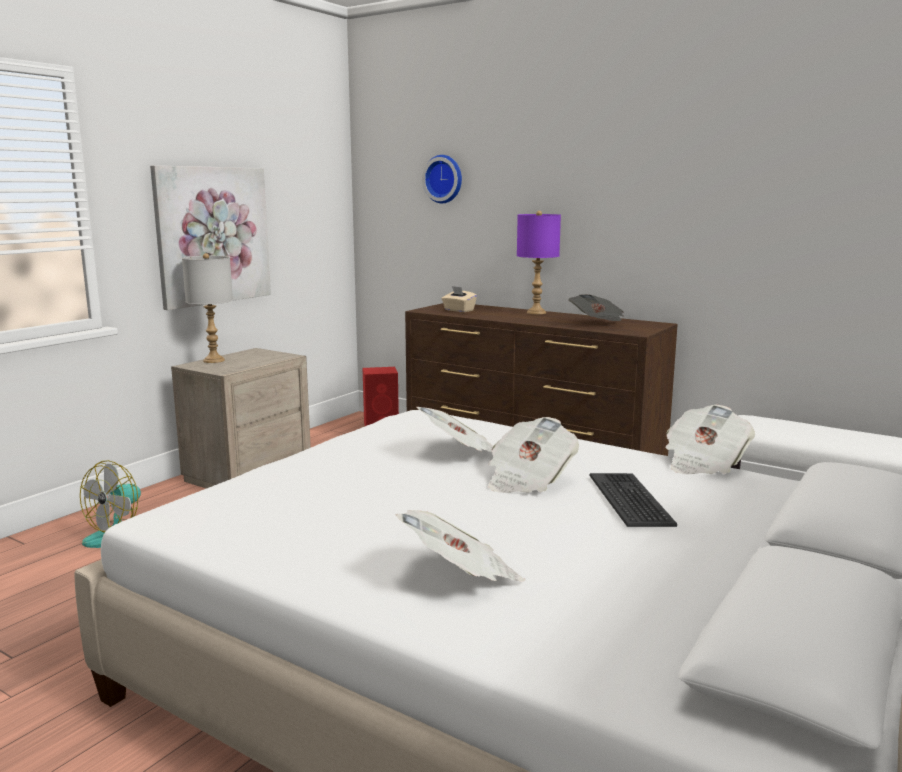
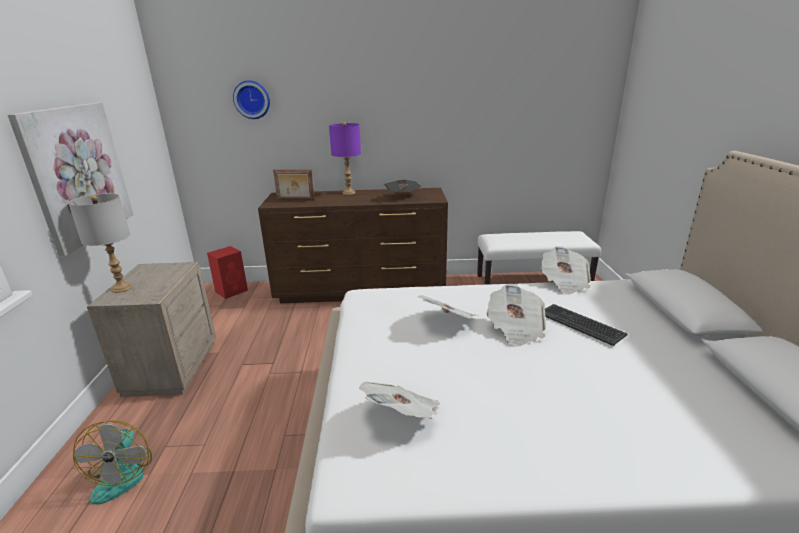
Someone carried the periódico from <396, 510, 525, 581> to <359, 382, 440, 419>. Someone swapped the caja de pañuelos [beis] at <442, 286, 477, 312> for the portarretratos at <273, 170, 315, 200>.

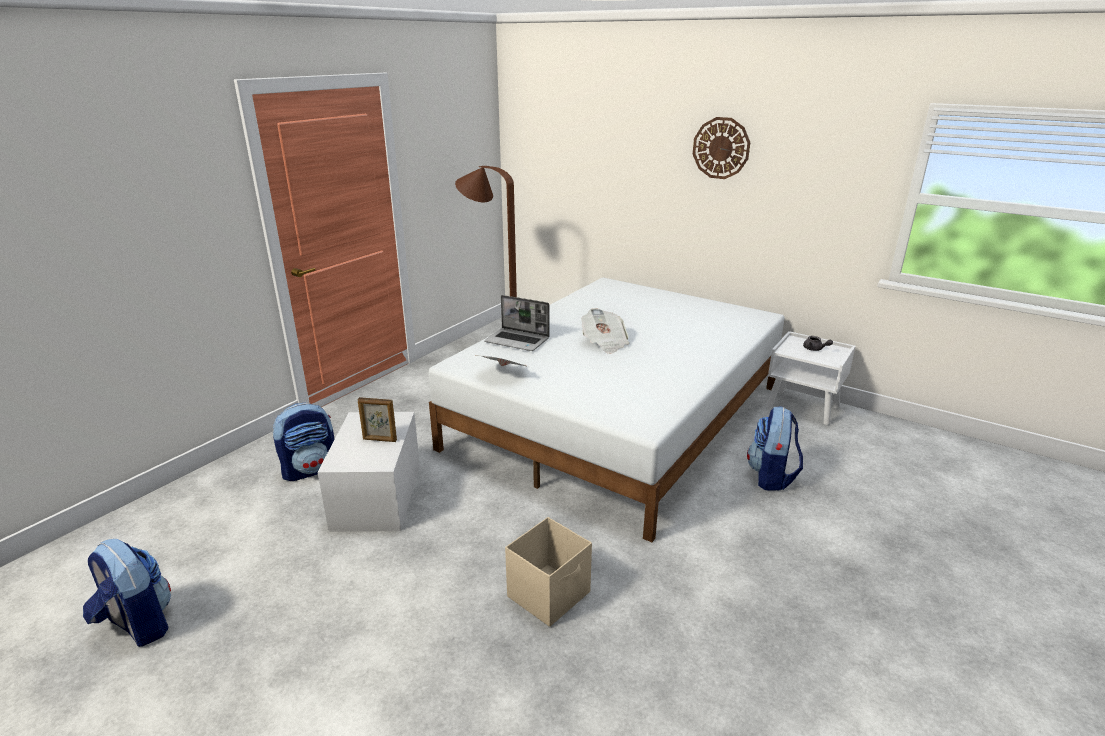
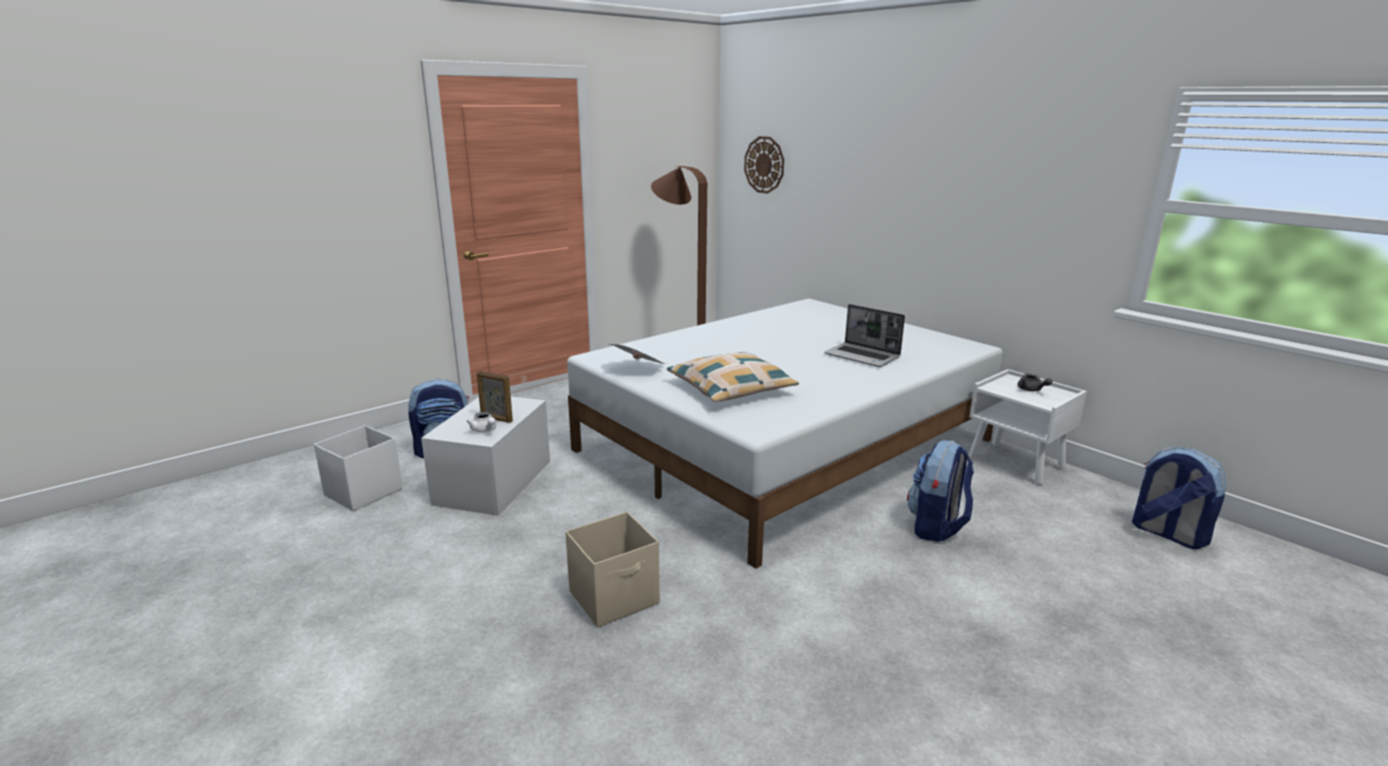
Someone carried the mochila from <83, 539, 171, 647> to <1132, 447, 1226, 549>. Someone carried the portátil from <484, 295, 549, 351> to <824, 304, 905, 367>. Someone took away the periódico at <581, 308, 630, 354>. Someone carried the reloj de pared from <693, 117, 750, 179> to <744, 136, 784, 194>. Someone put down the caja de almacenaje [blanco] at <314, 425, 403, 511>. Someone put down the tetera [blanco] at <467, 412, 496, 432>. Someone put down the cojín at <667, 352, 799, 402>.

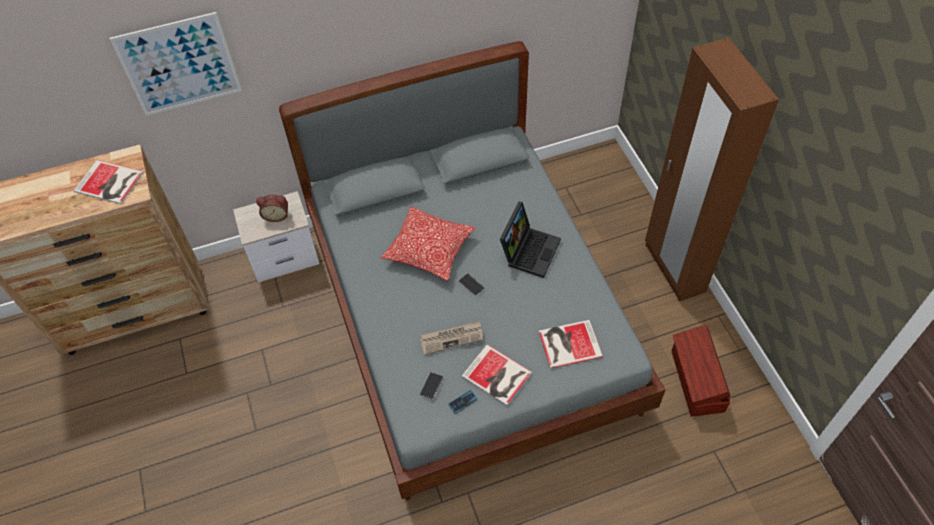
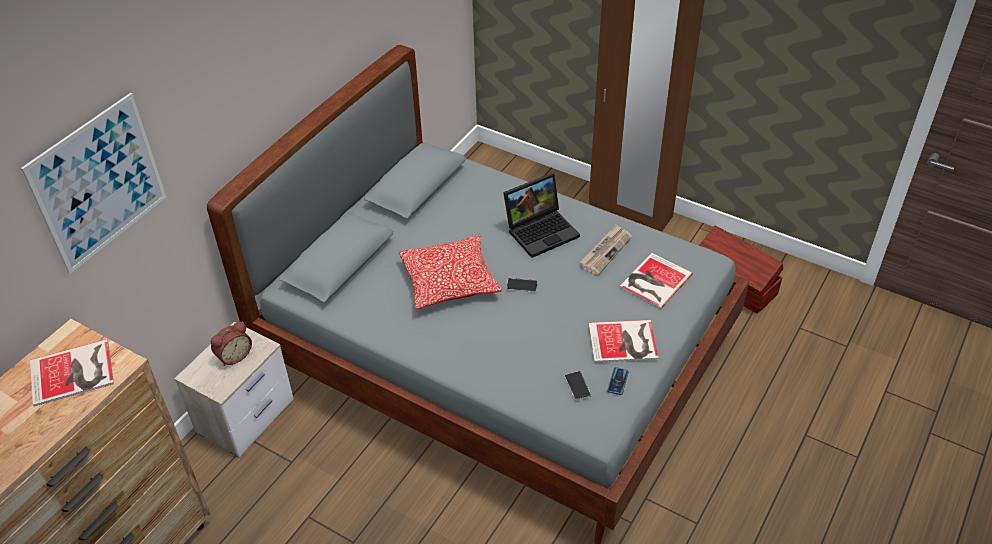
Someone carried the periódico from <420, 321, 483, 355> to <580, 225, 632, 275>. Someone rotated the portátil at <500, 201, 561, 278> by 75 degrees clockwise.

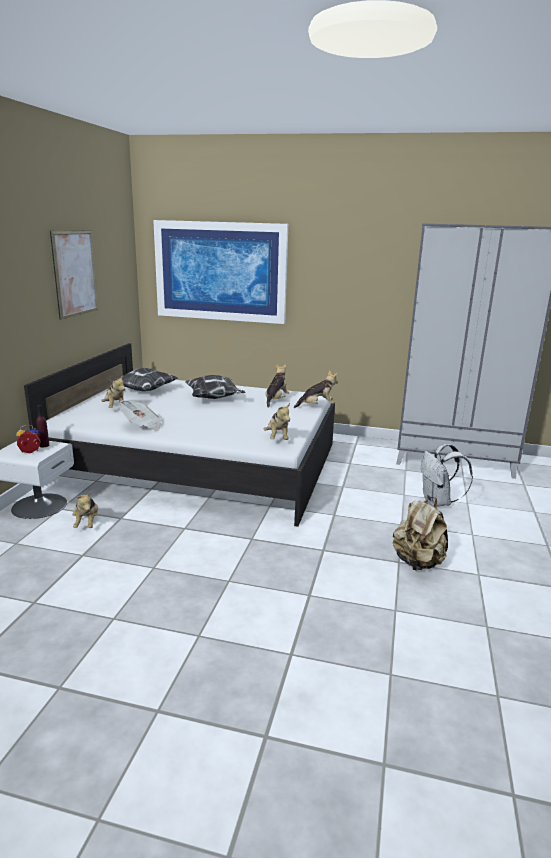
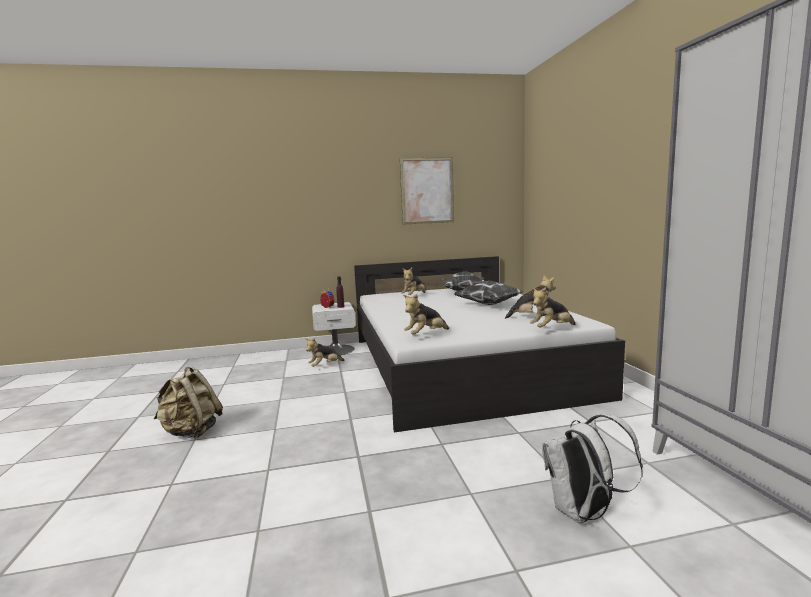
Someone took away the periódico at <120, 400, 162, 431>. Someone took away the cuadro at <153, 220, 288, 324>. Someone rotated the peluche at <294, 370, 338, 408> by 105 degrees clockwise. Someone carried the mochila [beis] from <393, 497, 448, 571> to <154, 367, 223, 439>.

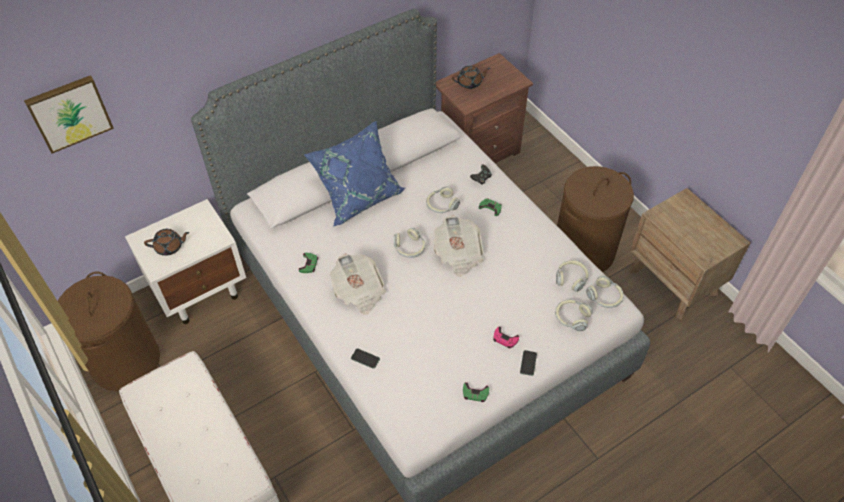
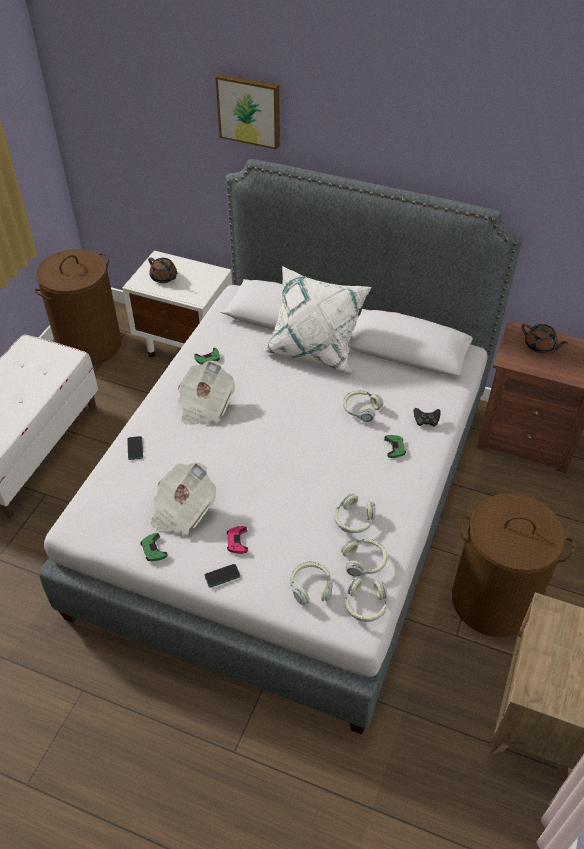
Someone carried the cuadro from <24, 75, 114, 154> to <215, 74, 280, 150>. Someone repainted the cojín [azul] at <304, 121, 405, 227>, which became the cojín [blanco] at <261, 266, 372, 372>. Someone carried the auriculares from <394, 228, 425, 258> to <334, 493, 376, 533>. Someone carried the periódico from <434, 215, 484, 277> to <151, 463, 216, 535>.

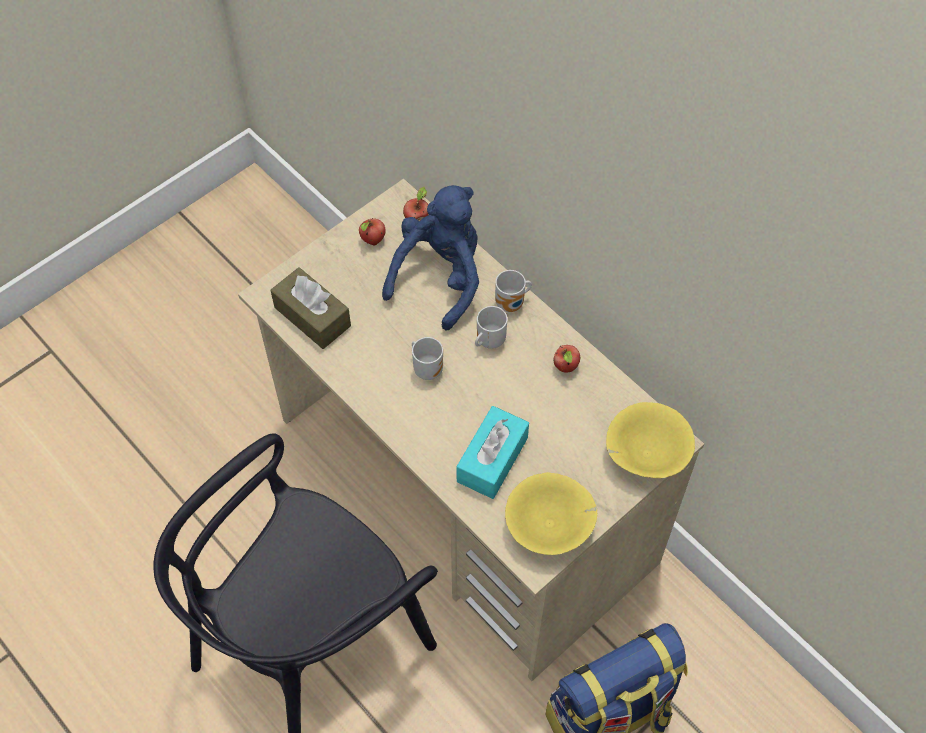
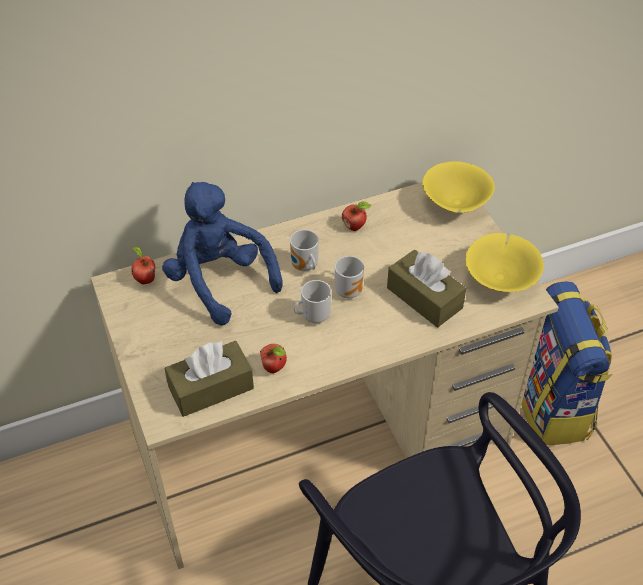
Someone carried the manzana from <359, 218, 385, 245> to <260, 344, 287, 373>. Someone repainted the caja de pañuelos [turquesa] at <456, 406, 529, 499>, which became the caja de pañuelos [marrón] at <387, 250, 466, 327>. Someone carried the taza grande from <495, 270, 532, 312> to <335, 256, 364, 298>.

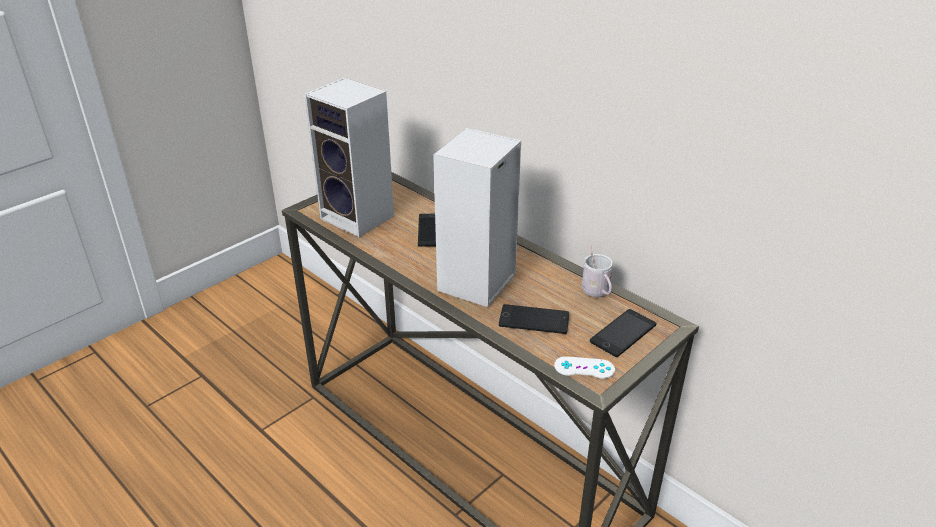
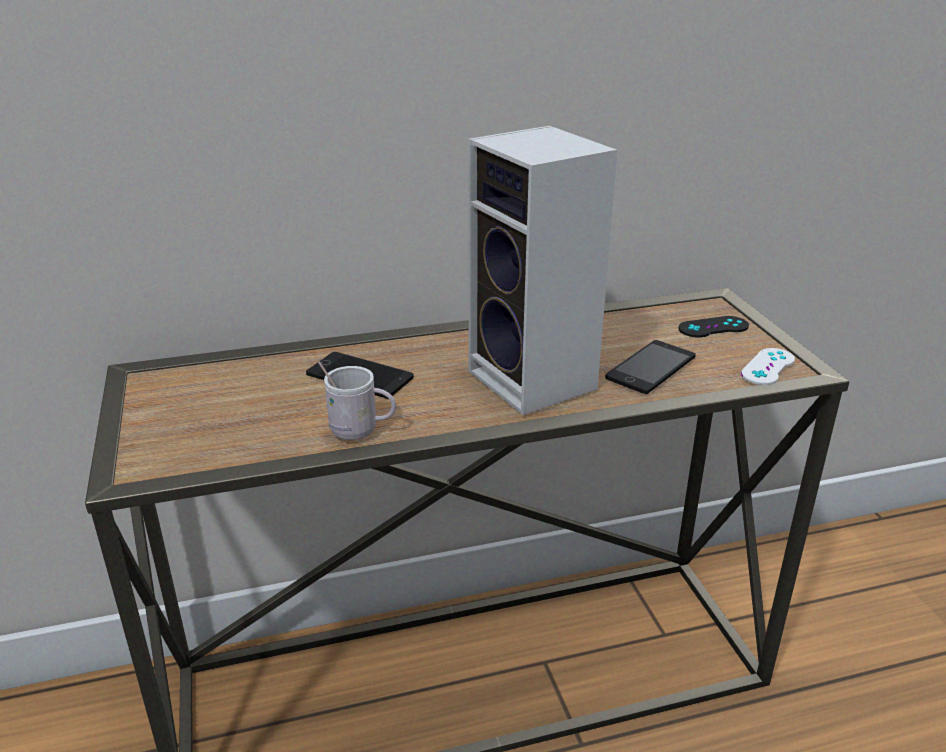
Someone took away the altavoz at <304, 78, 394, 237>. Someone carried the taza grande [blanco] from <582, 245, 613, 297> to <318, 361, 396, 440>. Someone swapped the móvil at <590, 309, 656, 357> for the mando de consola [negro] at <678, 316, 749, 338>.

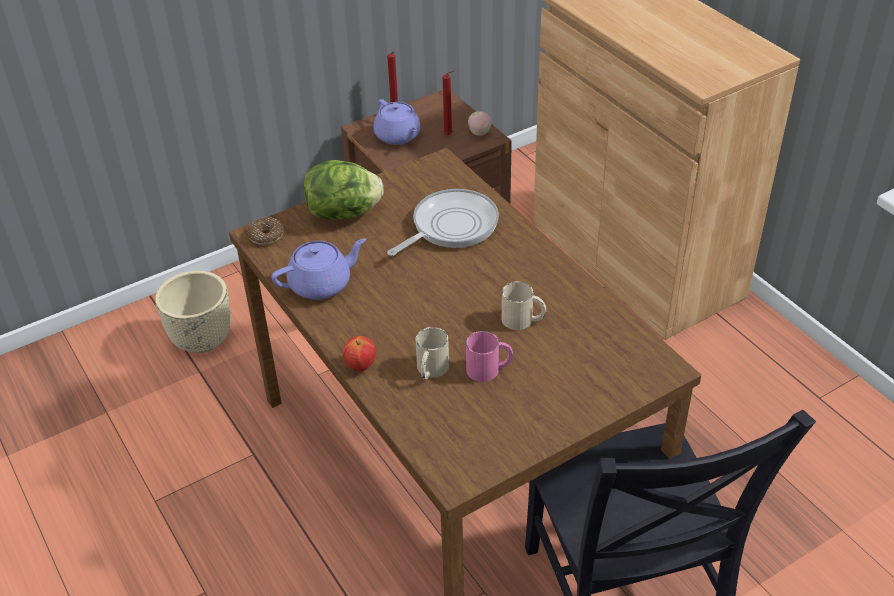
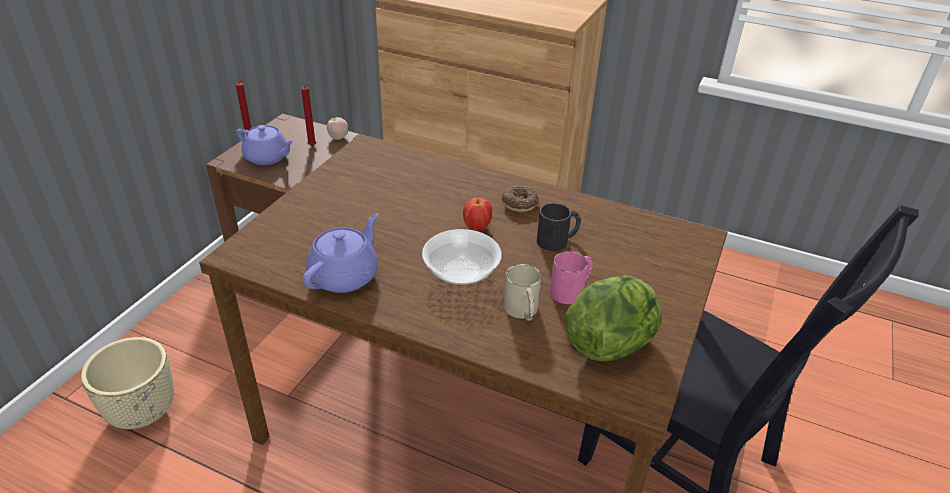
Someone carried the rosquilla from <247, 217, 284, 245> to <502, 185, 538, 212>. Someone carried the lechuga from <304, 160, 383, 220> to <565, 276, 661, 361>. Someone carried the manzana from <343, 336, 376, 372> to <463, 198, 492, 231>. Someone took away the sartén at <387, 189, 499, 256>. Someone repainted the taza grande [beis] at <502, 281, 546, 330>, which became the taza grande [negro] at <537, 203, 581, 251>. Someone put down the cuenco at <422, 229, 502, 285>.

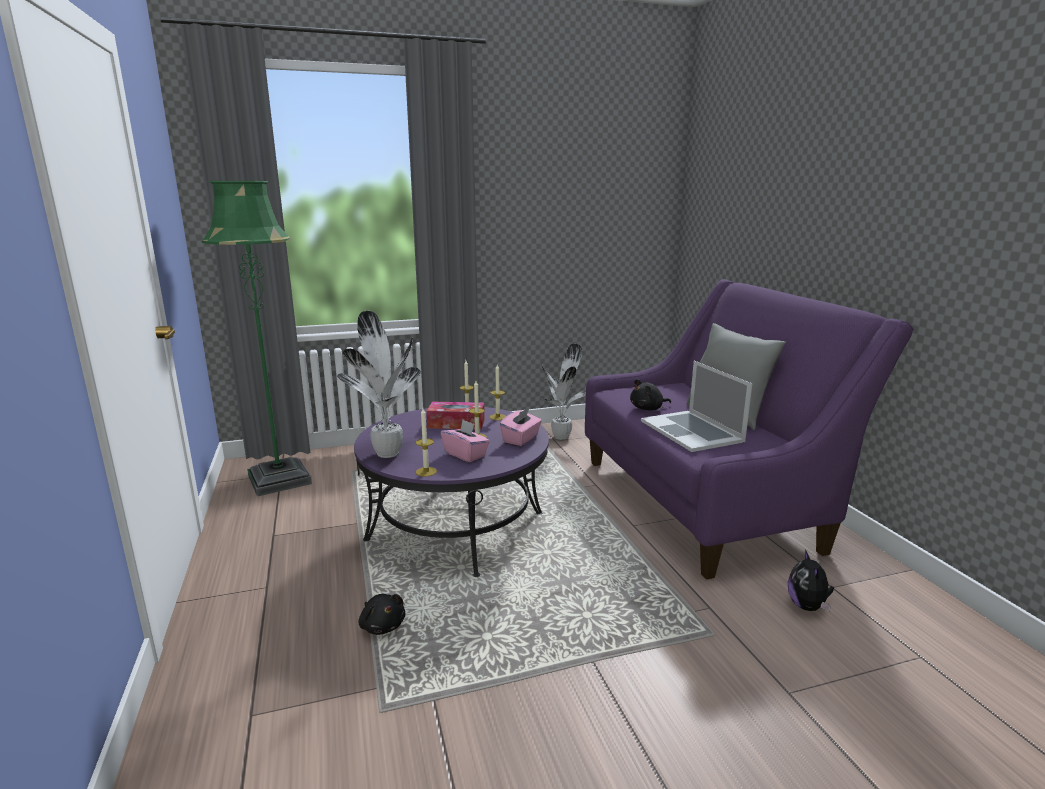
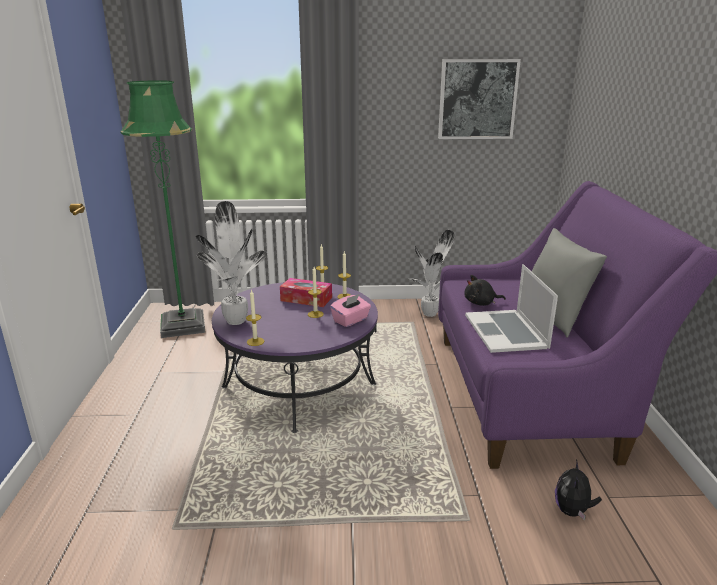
Someone took away the peluche [negro] at <358, 594, 405, 635>. Someone took away the caja de pañuelos [rosa] at <441, 420, 490, 462>. Someone put up the cuadro at <438, 59, 521, 139>.

